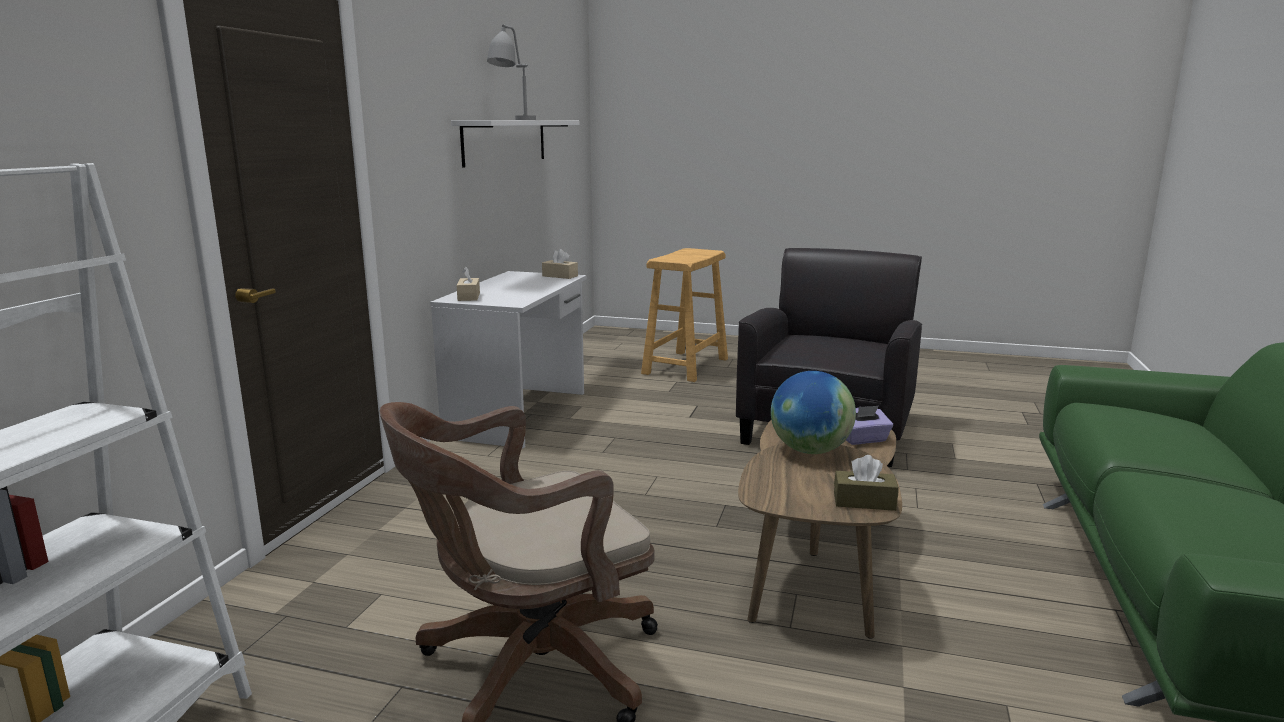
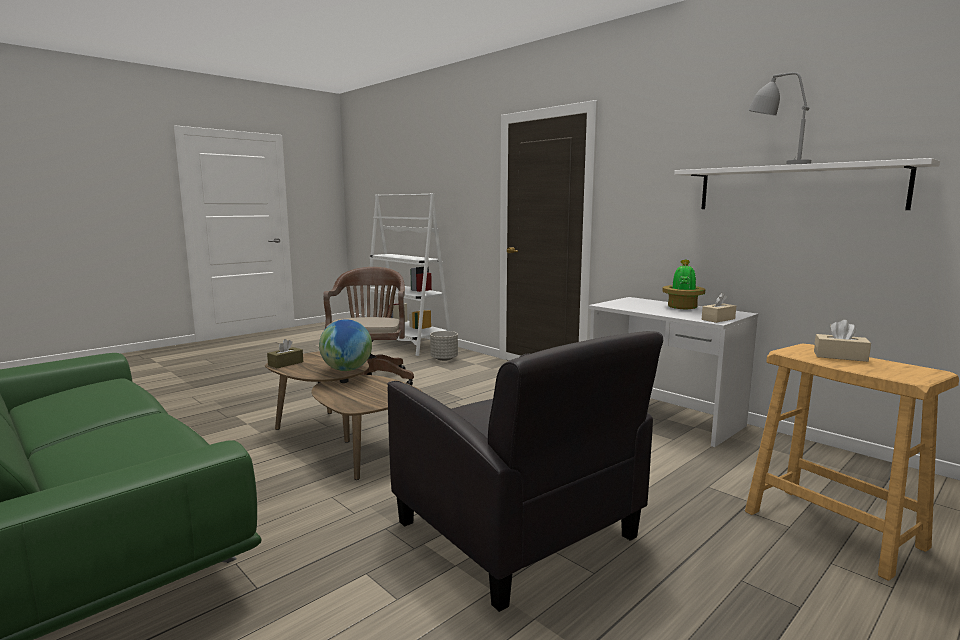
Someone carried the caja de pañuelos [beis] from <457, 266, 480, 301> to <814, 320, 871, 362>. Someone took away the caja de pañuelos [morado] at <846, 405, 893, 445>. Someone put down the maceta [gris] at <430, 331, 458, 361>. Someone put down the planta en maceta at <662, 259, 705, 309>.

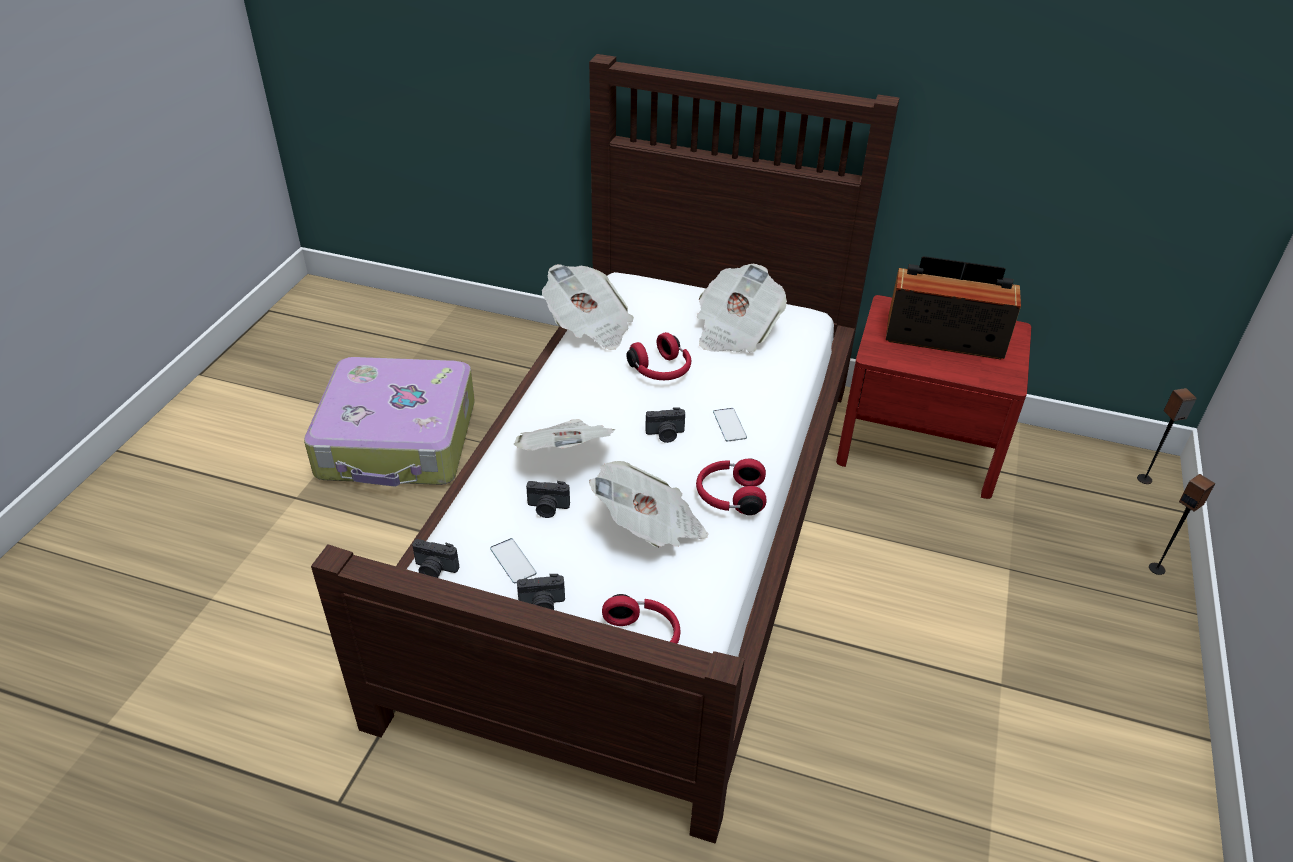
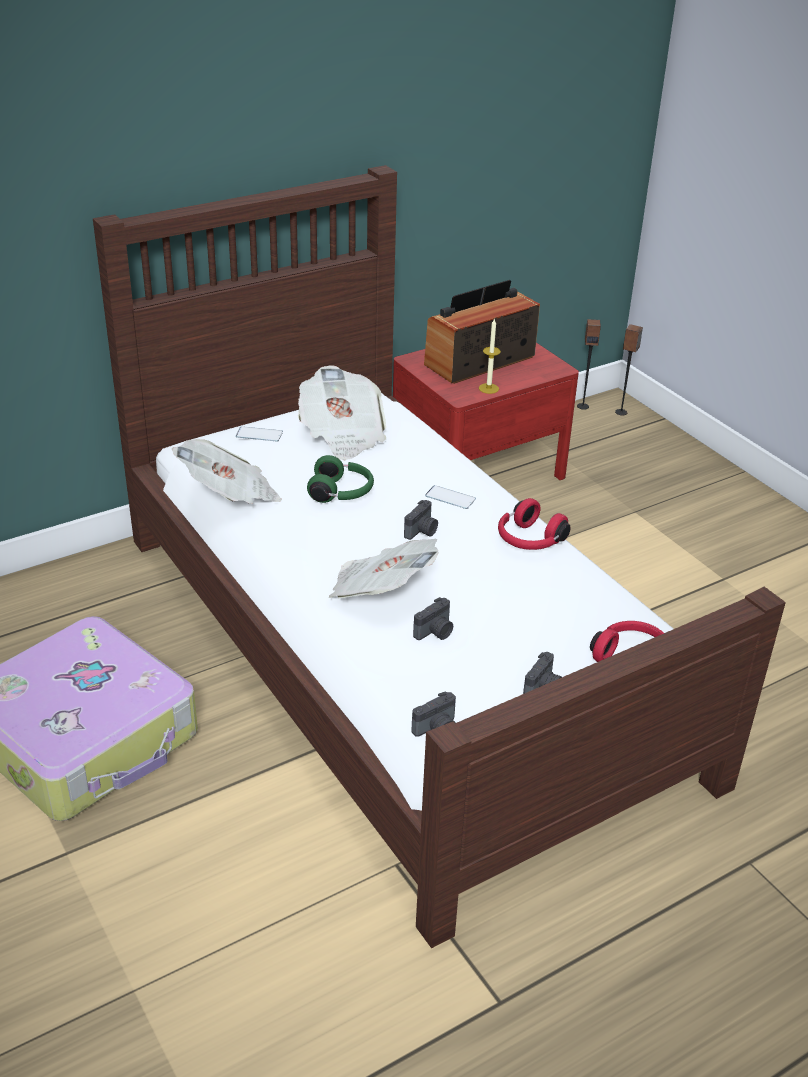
Someone carried the móvil from <490, 538, 537, 583> to <236, 426, 283, 442>. Someone took away the periódico at <589, 461, 708, 547>. Someone repainted the auriculares [rojo] at <627, 332, 691, 380>, which became the auriculares [verde] at <307, 455, 374, 503>. Someone carried the altavoz from <1149, 474, 1215, 575> to <577, 319, 601, 410>. Someone put down the vela at <479, 318, 501, 394>.

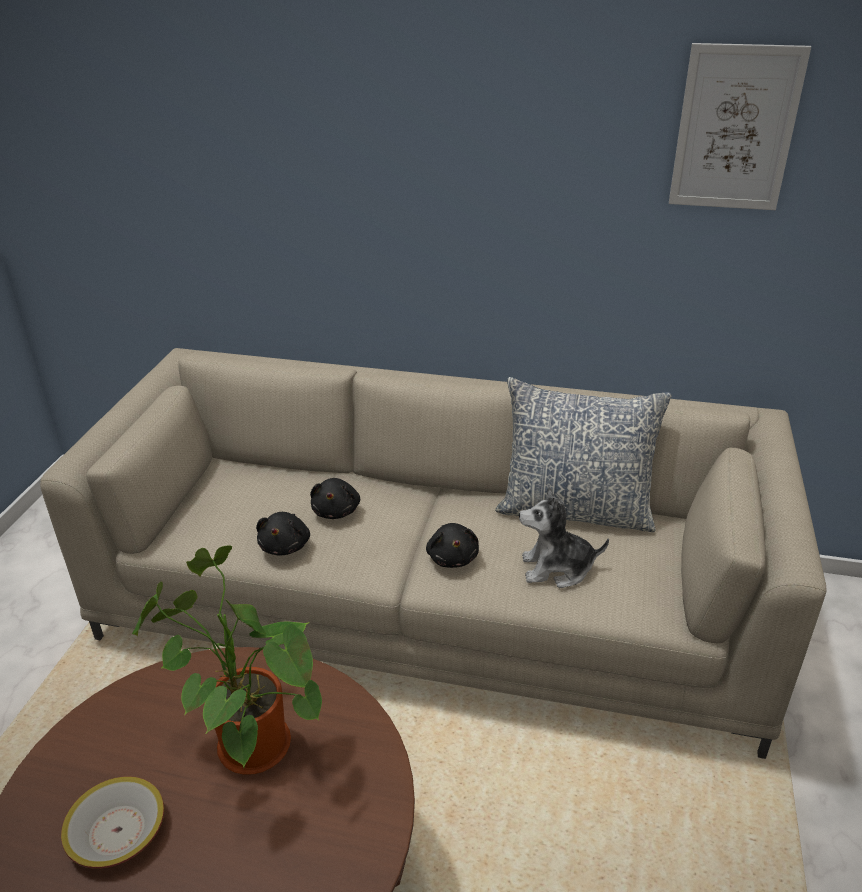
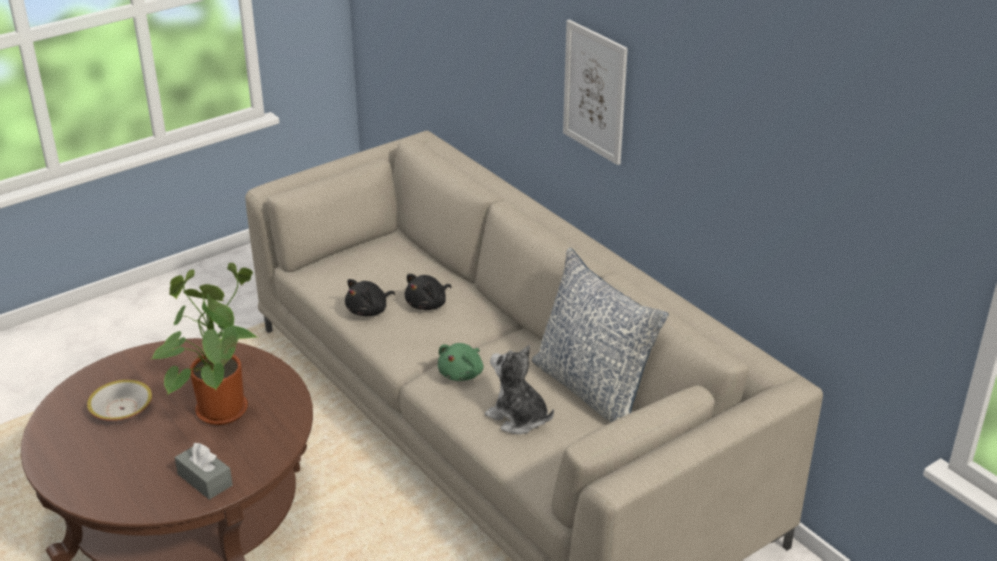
Someone repainted the peluche [negro] at <426, 523, 479, 568>, which became the peluche [verde] at <438, 343, 484, 381>. Someone carried the cuadro from <669, 43, 811, 210> to <563, 19, 628, 165>. Someone put down the caja de pañuelos [gris] at <175, 443, 233, 500>.

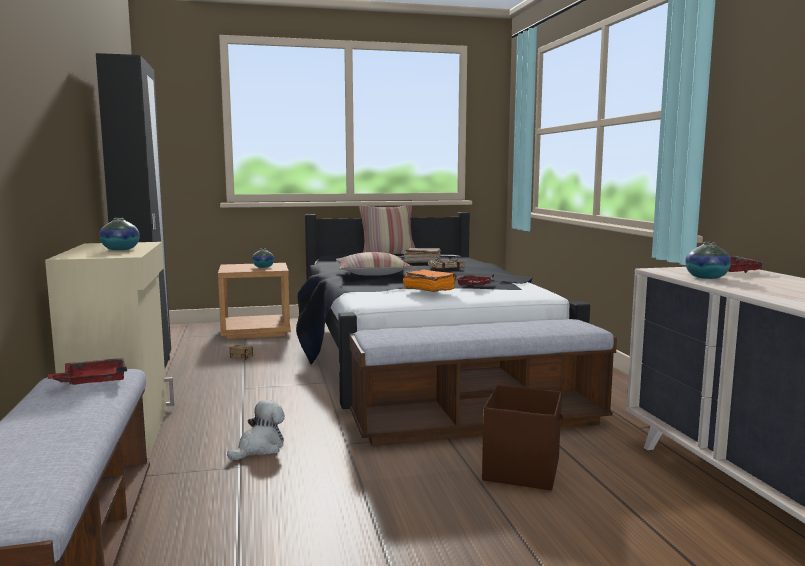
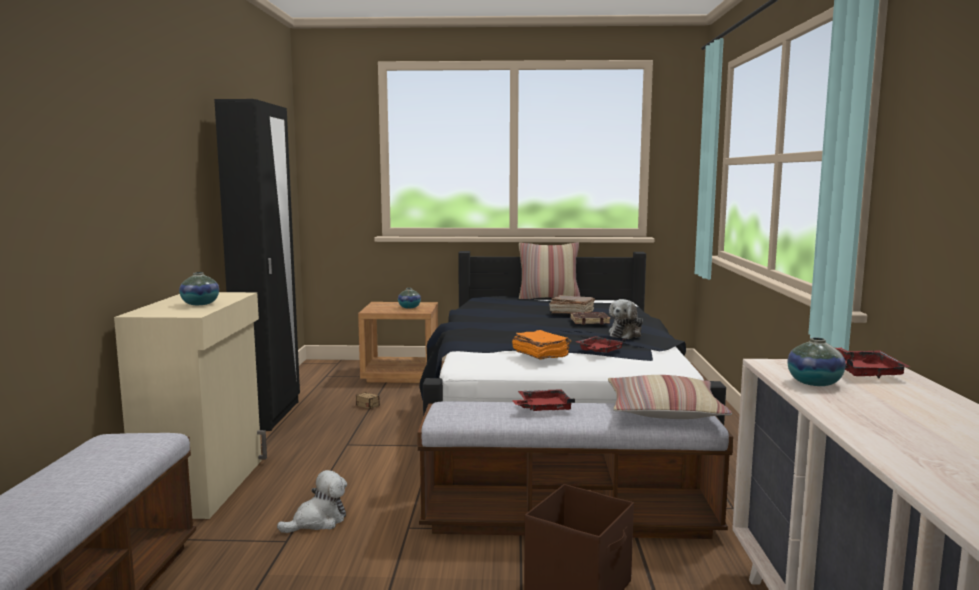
Someone carried the bandeja [rojo] from <48, 358, 127, 385> to <512, 389, 575, 411>. Someone carried the cojín from <336, 252, 412, 276> to <608, 375, 732, 419>. Someone put down the peluche at <609, 299, 643, 339>.

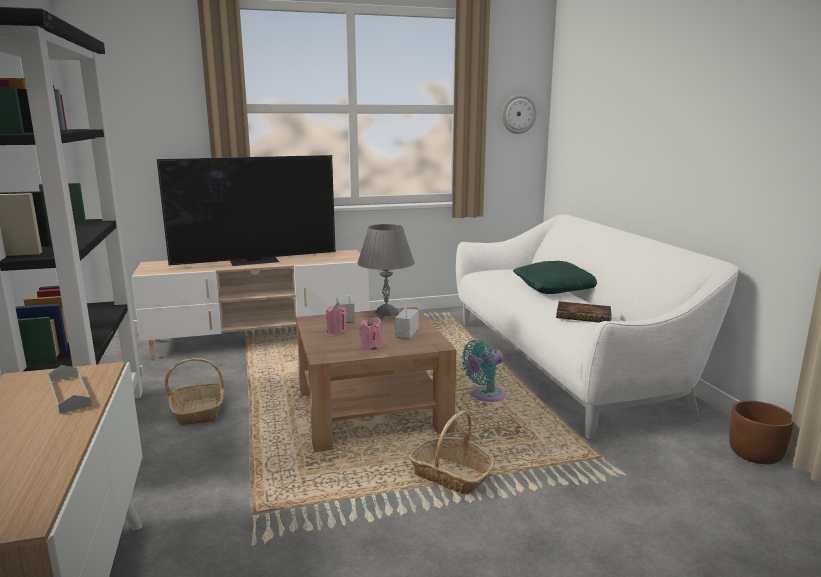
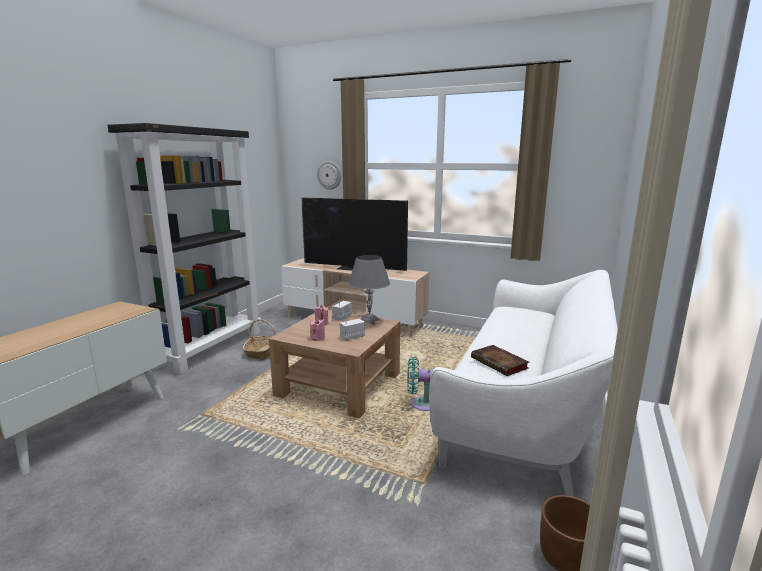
Someone took away the bandeja [gris] at <48, 365, 92, 414>. Someone took away the cesta at <409, 410, 494, 495>. Someone carried the reloj de pared from <502, 94, 537, 134> to <317, 161, 341, 190>. Someone took away the cojín [verde] at <513, 261, 597, 294>.

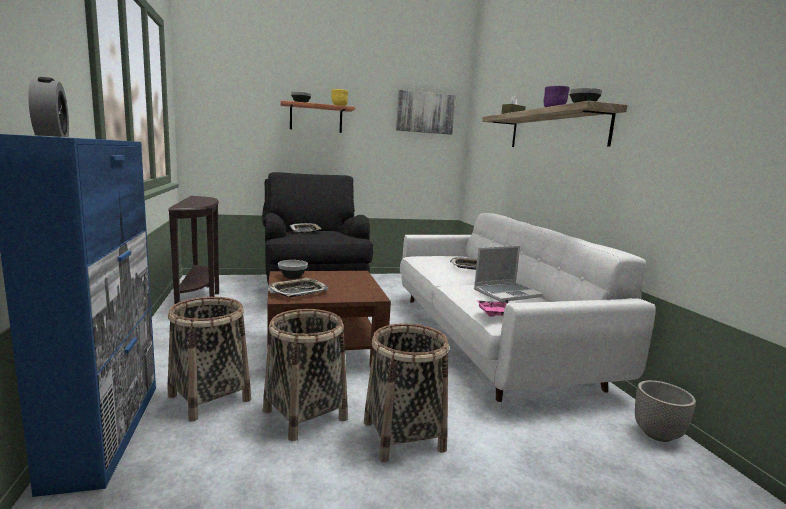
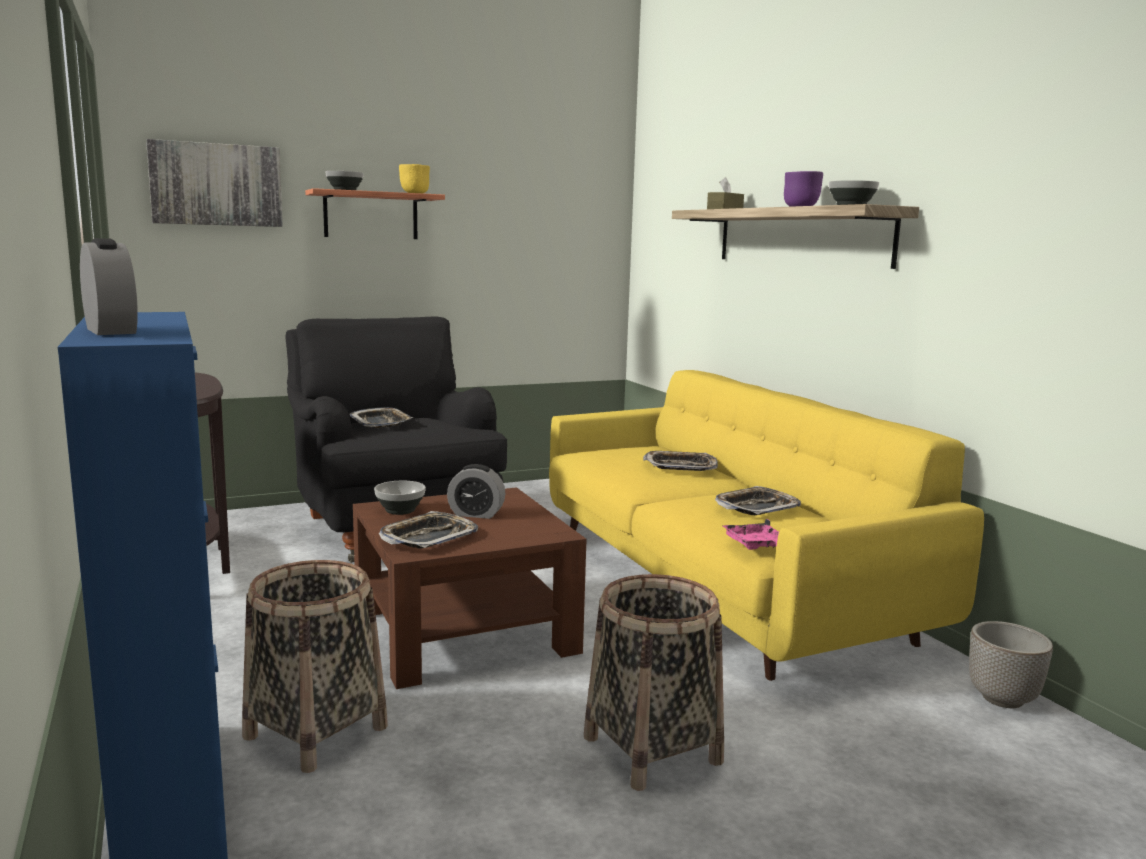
Someone took away the cesta at <263, 309, 348, 441>. Someone carried the cuadro from <396, 90, 456, 135> to <146, 139, 283, 227>. Someone repainted the sofá [blanco] at <400, 213, 656, 402>, which became the sofá [amarillo] at <549, 370, 984, 681>. Someone swapped the portátil at <474, 246, 543, 302> for the bandeja at <715, 486, 801, 515>. Someone put down the despertador at <447, 464, 505, 519>.

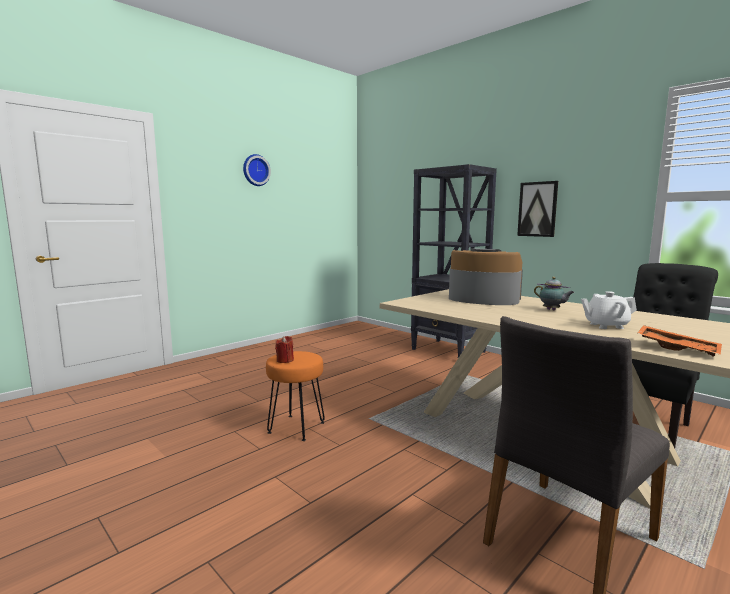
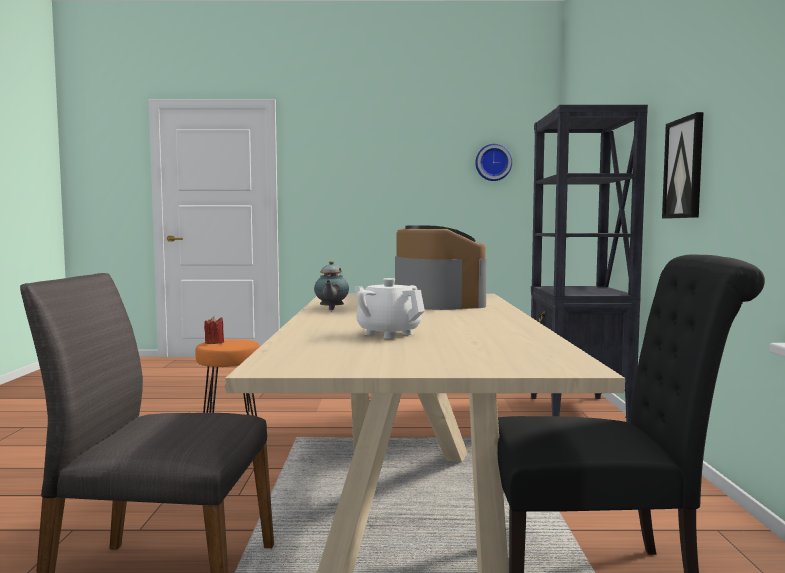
Someone carried the reloj de pared from <243, 154, 271, 186> to <475, 144, 512, 181>. Someone carried the tetera from <534, 277, 575, 310> to <314, 261, 349, 310>. Someone took away the bandeja [naranja] at <638, 325, 722, 357>.

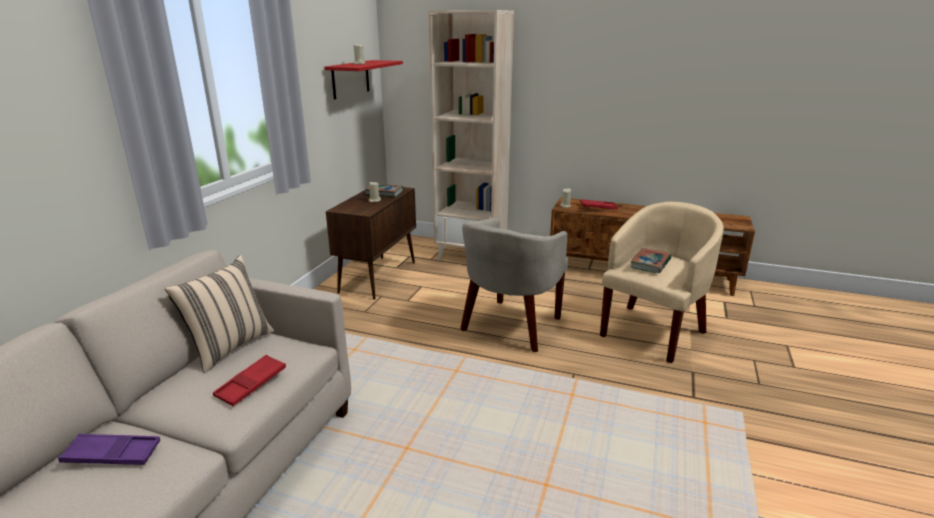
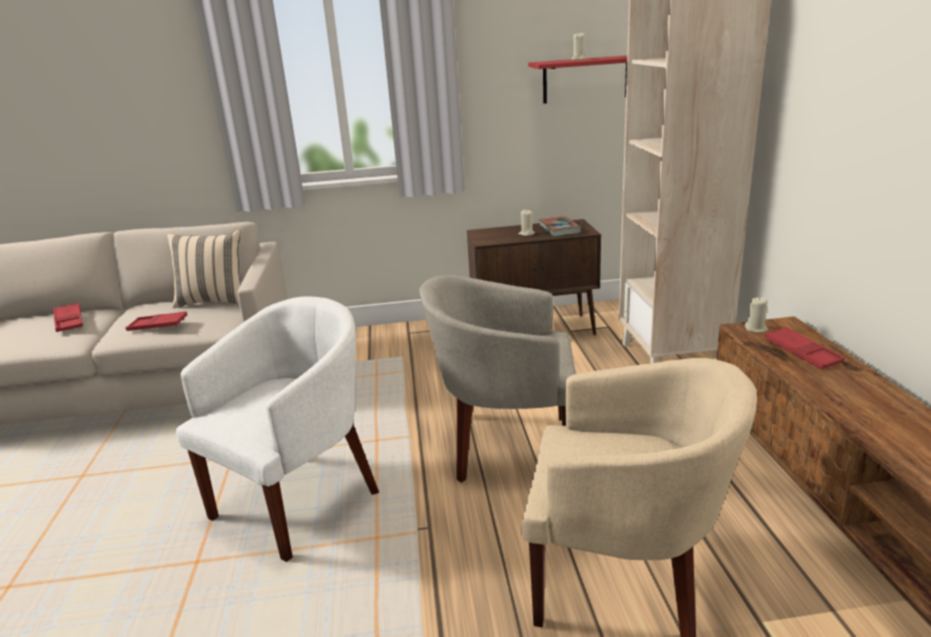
Someone repainted the bandeja [morado] at <58, 434, 160, 465>, which became the bandeja [rojo] at <53, 302, 83, 332>. Someone took away the libro at <630, 248, 671, 273>. Someone put down the sillón [blanco] at <176, 297, 379, 562>.

